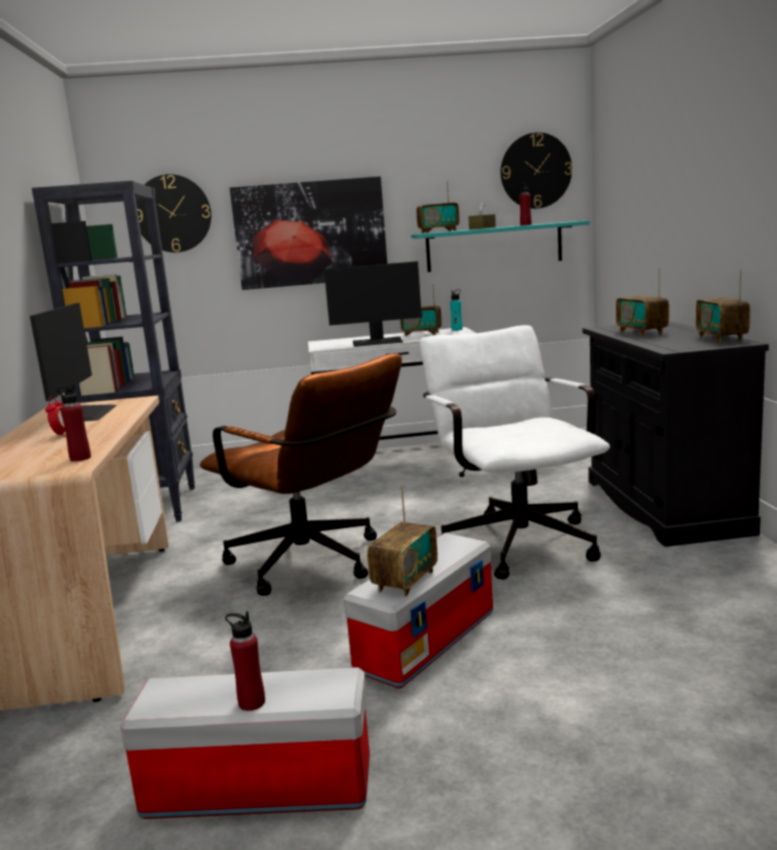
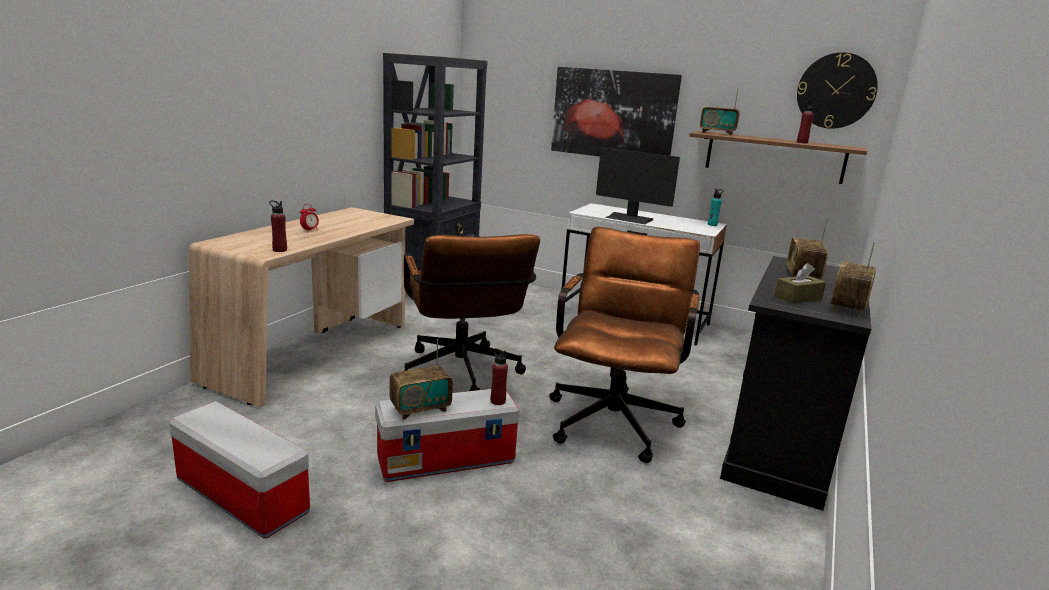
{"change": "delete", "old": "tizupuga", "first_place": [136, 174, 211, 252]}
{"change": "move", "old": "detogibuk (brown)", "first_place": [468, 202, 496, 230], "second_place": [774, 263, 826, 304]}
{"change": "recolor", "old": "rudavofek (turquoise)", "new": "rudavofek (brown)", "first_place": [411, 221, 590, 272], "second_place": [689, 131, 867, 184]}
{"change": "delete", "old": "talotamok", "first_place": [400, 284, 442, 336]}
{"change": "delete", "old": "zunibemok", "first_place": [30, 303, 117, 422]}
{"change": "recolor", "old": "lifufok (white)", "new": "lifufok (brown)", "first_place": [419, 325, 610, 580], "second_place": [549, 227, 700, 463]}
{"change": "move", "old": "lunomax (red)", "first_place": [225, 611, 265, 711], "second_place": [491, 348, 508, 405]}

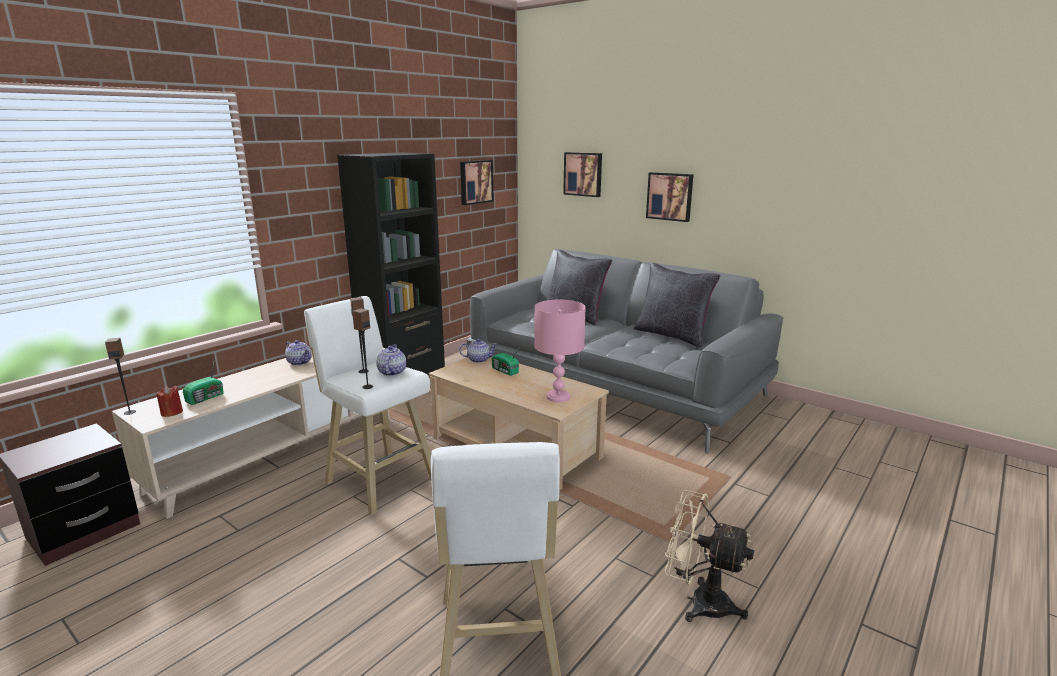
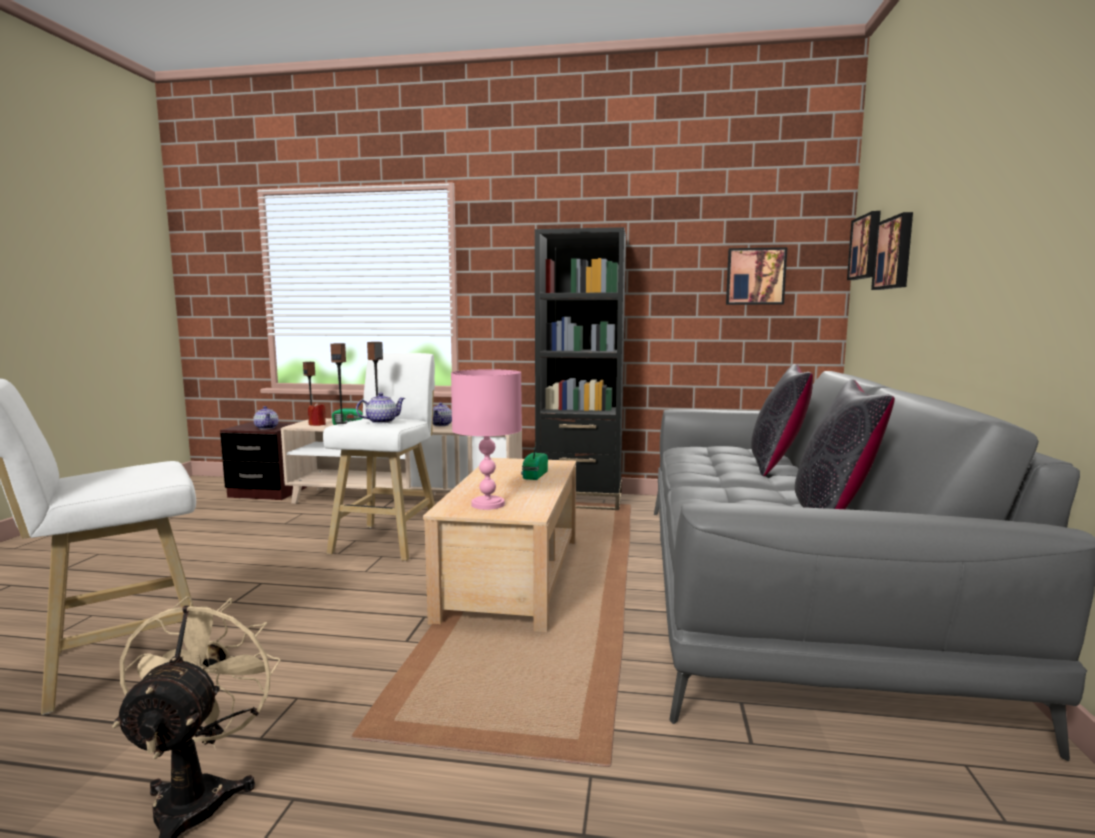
{"change": "move", "old": "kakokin", "first_place": [646, 172, 694, 222], "second_place": [847, 211, 881, 280]}
{"change": "move", "old": "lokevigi", "first_place": [459, 339, 498, 363], "second_place": [253, 406, 279, 429]}

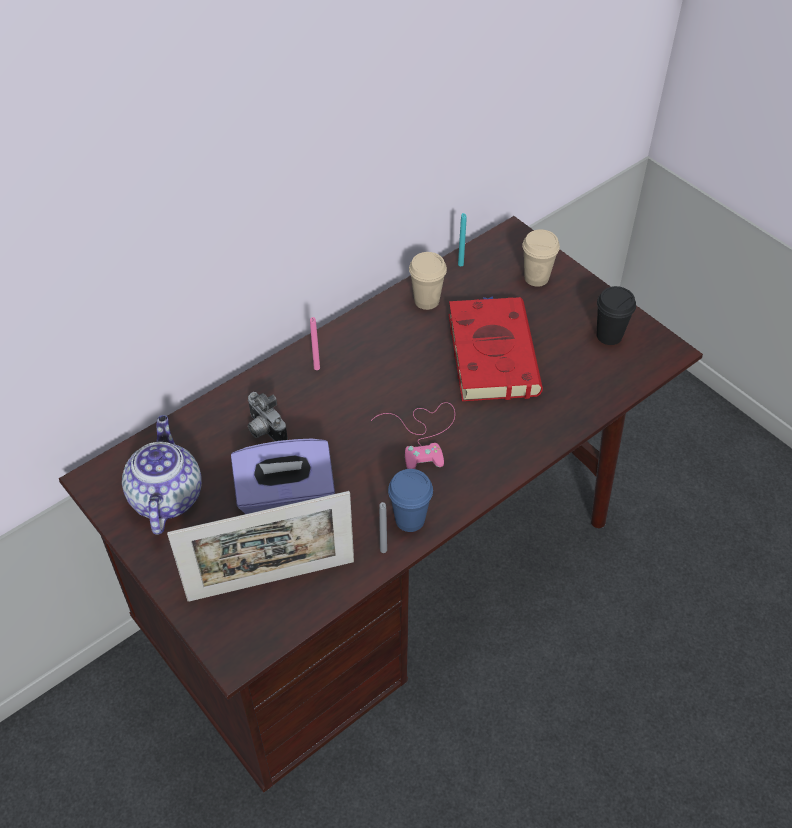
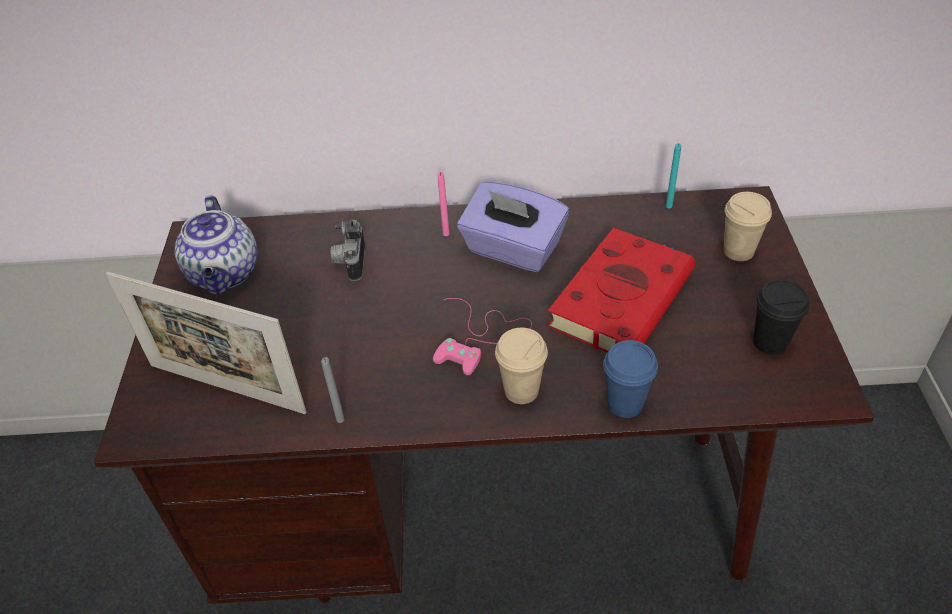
{"change": "move", "old": "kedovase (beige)", "first_place": [409, 252, 447, 310], "second_place": [495, 328, 548, 404]}
{"change": "rotate", "old": "lokevigi", "first_place": [122, 415, 202, 535], "second_place": [175, 195, 258, 294], "degrees": 135}
{"change": "move", "old": "detogibuk (purple)", "first_place": [231, 439, 335, 514], "second_place": [457, 182, 569, 272]}
{"change": "move", "old": "kedovase (blue)", "first_place": [388, 469, 433, 532], "second_place": [603, 340, 658, 418]}

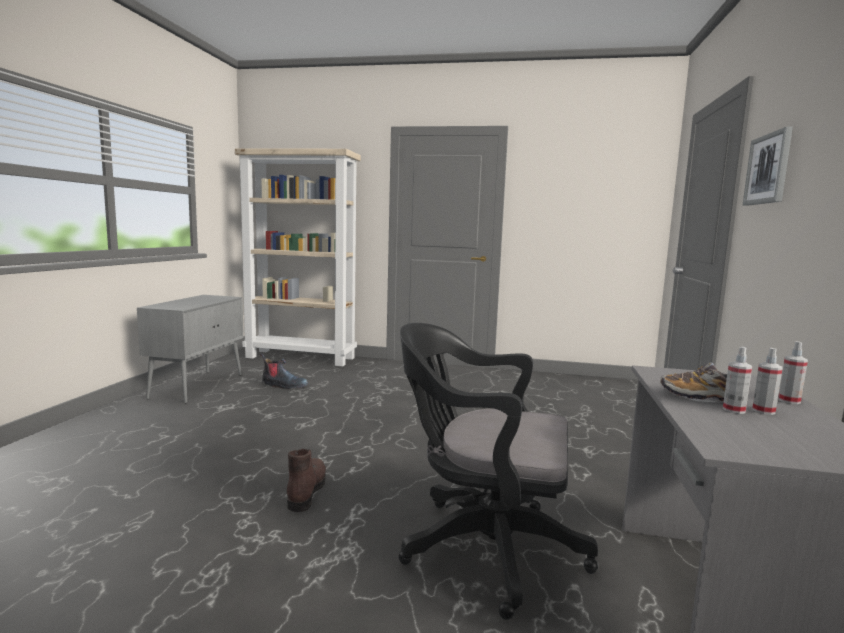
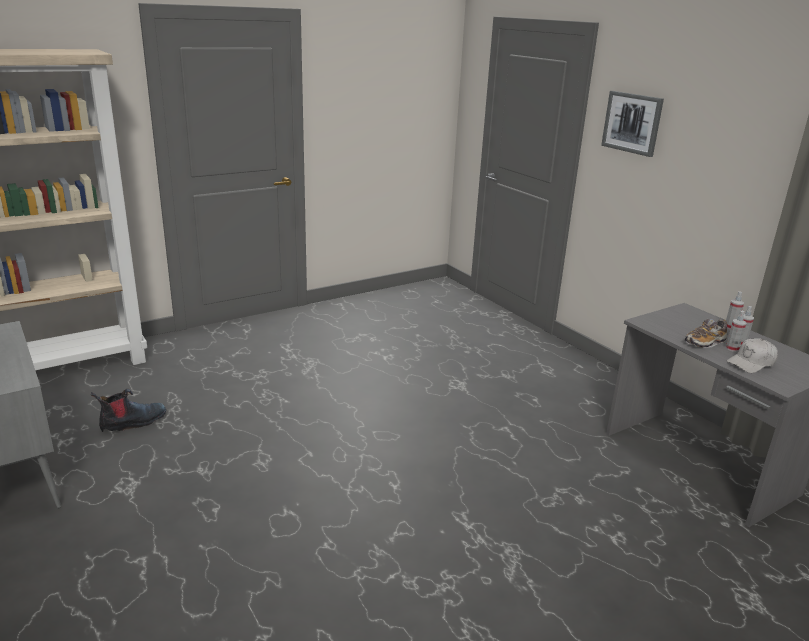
{"change": "delete", "old": "lifufok (black)", "first_place": [399, 323, 598, 620]}
{"change": "delete", "old": "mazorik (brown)", "first_place": [287, 449, 326, 512]}
{"change": "insert", "new": "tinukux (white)", "second_place": [726, 338, 778, 373]}

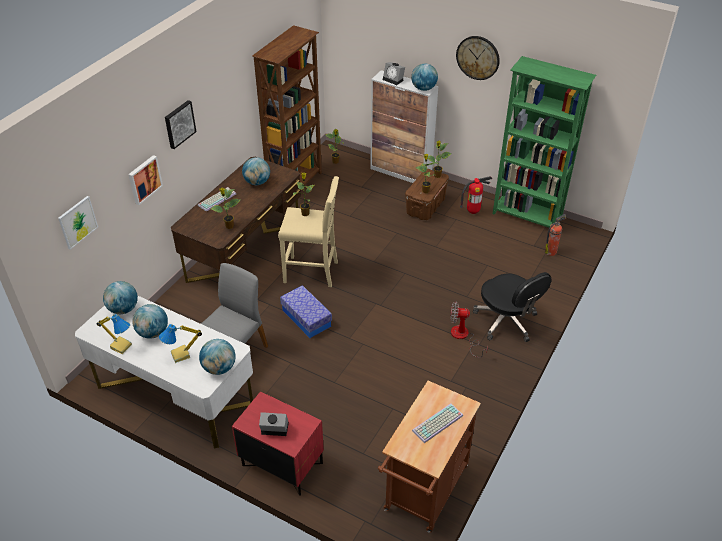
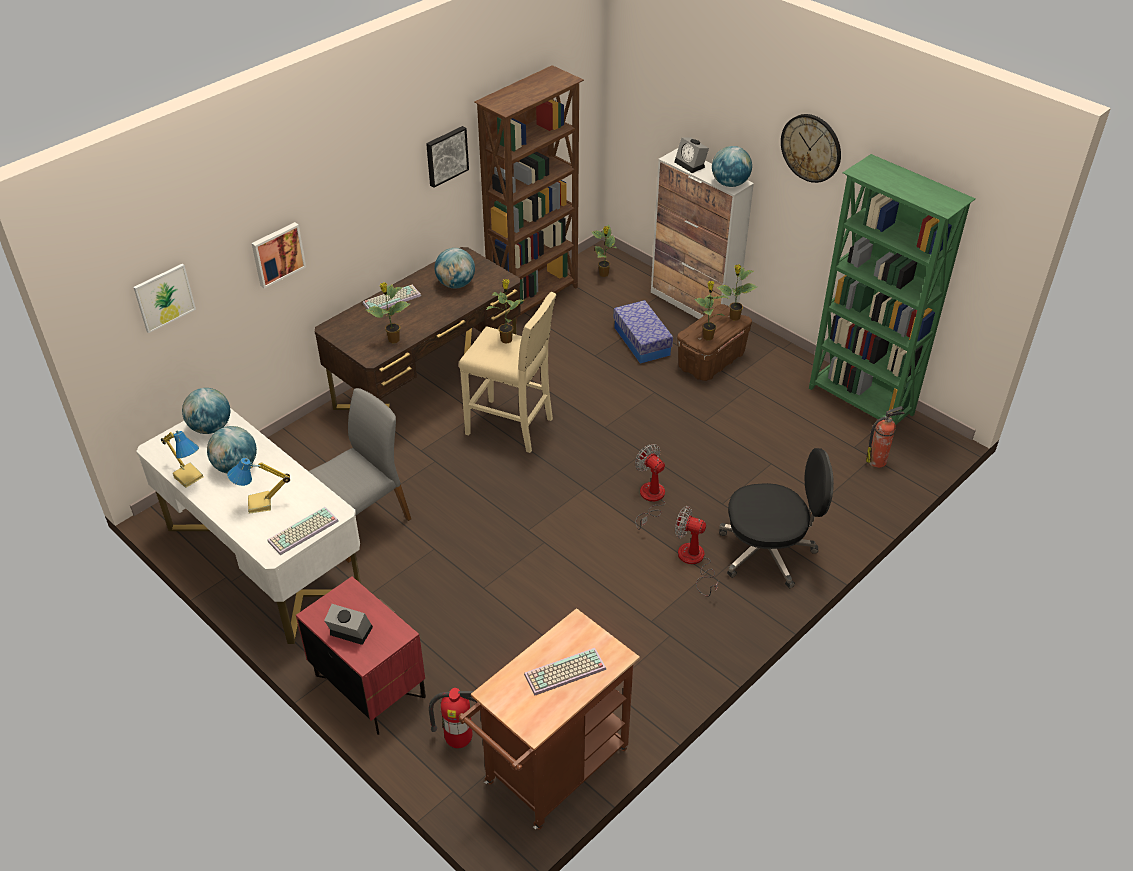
{"change": "move", "old": "kakokin", "first_place": [165, 100, 196, 149], "second_place": [426, 126, 469, 188]}
{"change": "move", "old": "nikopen", "first_place": [460, 176, 492, 214], "second_place": [429, 688, 477, 748]}
{"change": "rotate", "old": "lifufok (black)", "first_place": [473, 272, 551, 342], "second_place": [719, 448, 834, 588], "degrees": -75}
{"change": "move", "old": "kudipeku", "first_place": [280, 285, 332, 338], "second_place": [614, 300, 673, 364]}
{"change": "replace", "old": "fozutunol", "new": "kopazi", "first_place": [199, 339, 236, 375], "second_place": [267, 507, 339, 555]}
{"change": "insert", "new": "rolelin", "second_place": [635, 444, 665, 530]}

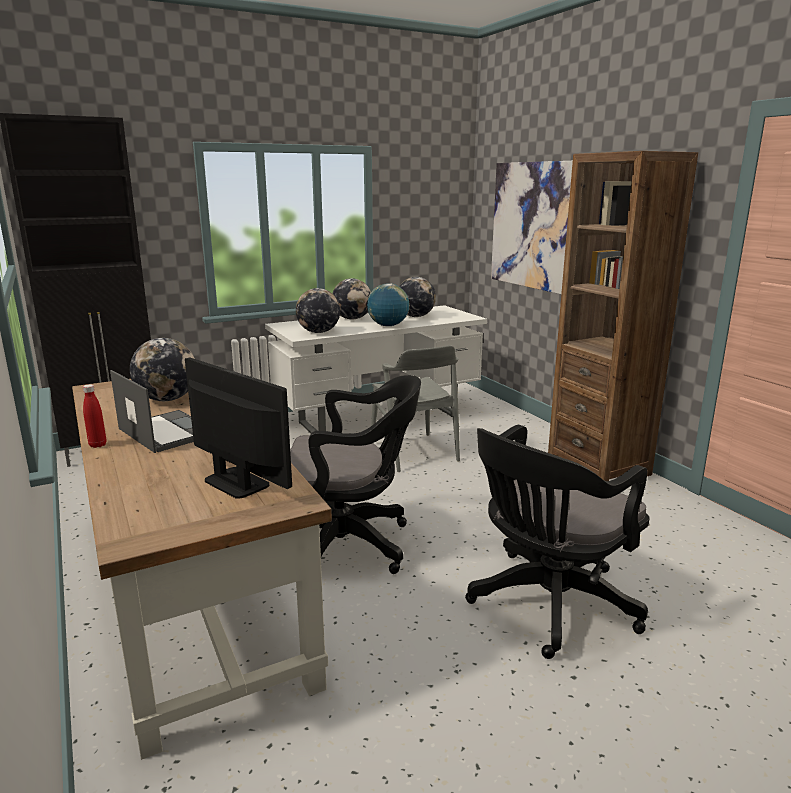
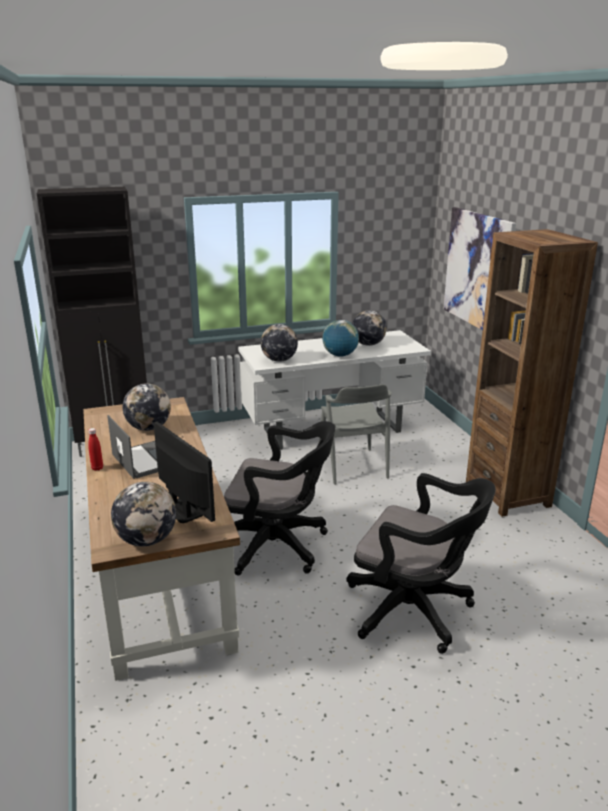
{"change": "move", "old": "fozutunol", "first_place": [332, 278, 371, 319], "second_place": [111, 482, 176, 546]}
{"change": "rotate", "old": "lifufok (black)", "first_place": [465, 425, 650, 659], "second_place": [346, 473, 496, 654], "degrees": -120}

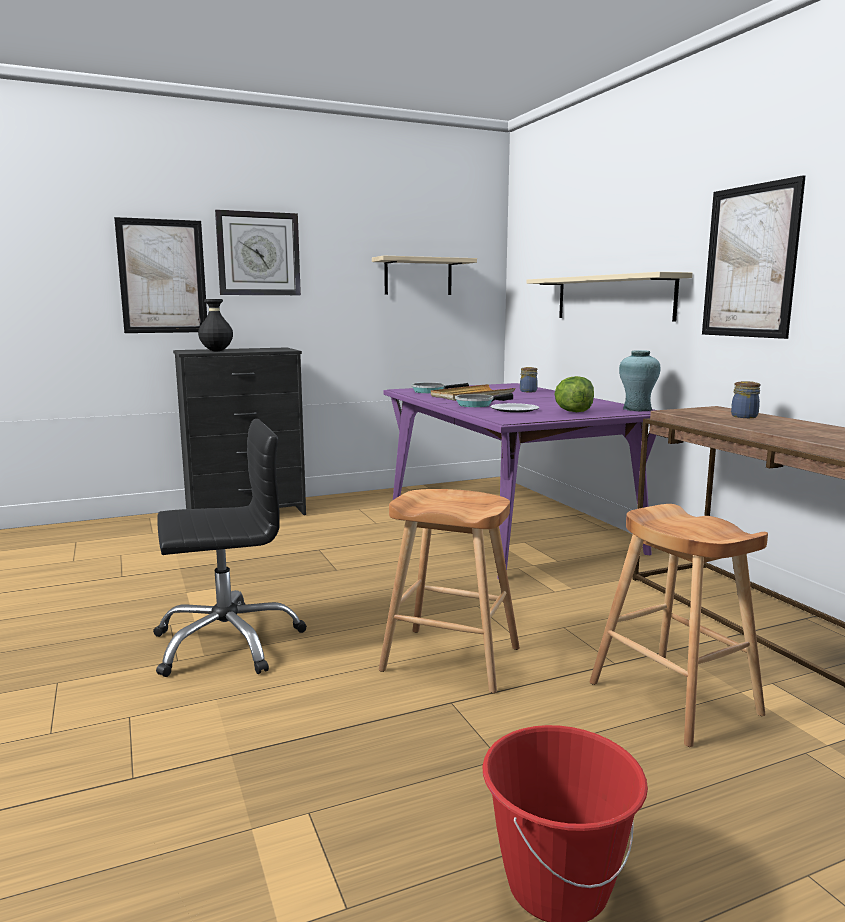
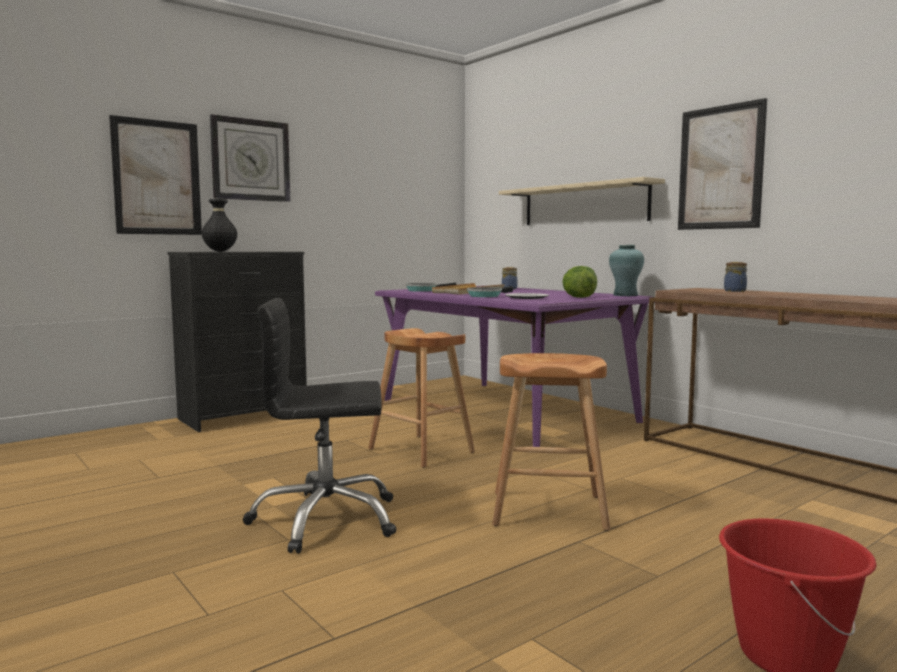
{"change": "delete", "old": "rudavofek", "first_place": [372, 256, 477, 295]}
{"change": "rotate", "old": "lifufok (black)", "first_place": [153, 419, 307, 677], "second_place": [243, 298, 396, 554], "degrees": -150}
{"change": "move", "old": "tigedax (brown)", "first_place": [590, 504, 768, 747], "second_place": [369, 328, 475, 468]}

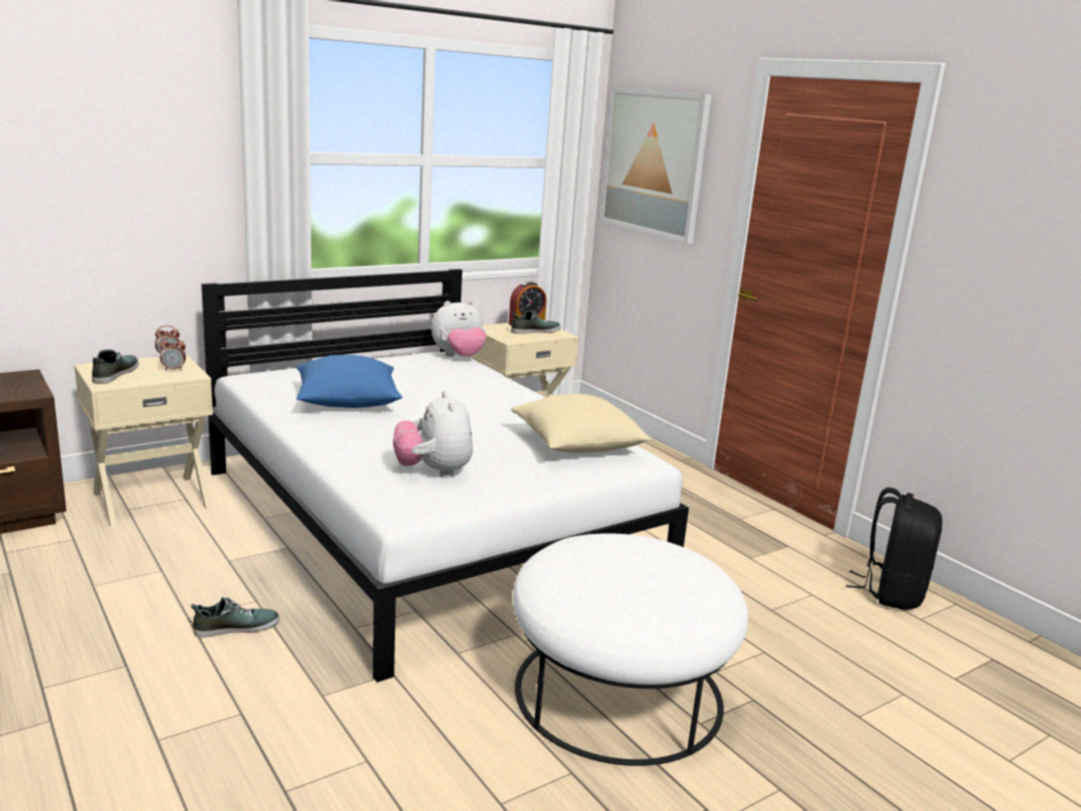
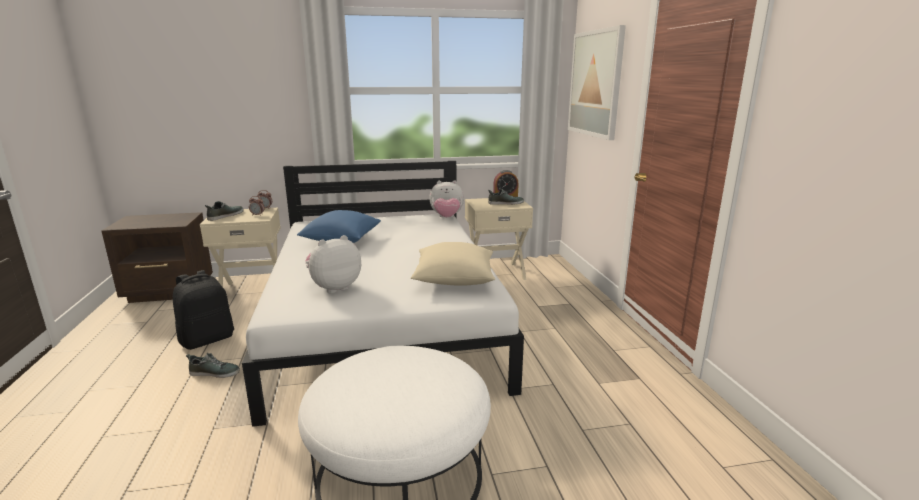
{"change": "rotate", "old": "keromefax", "first_place": [393, 391, 473, 477], "second_place": [305, 235, 361, 294], "degrees": 45}
{"change": "move", "old": "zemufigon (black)", "first_place": [846, 487, 942, 610], "second_place": [173, 270, 234, 350]}

